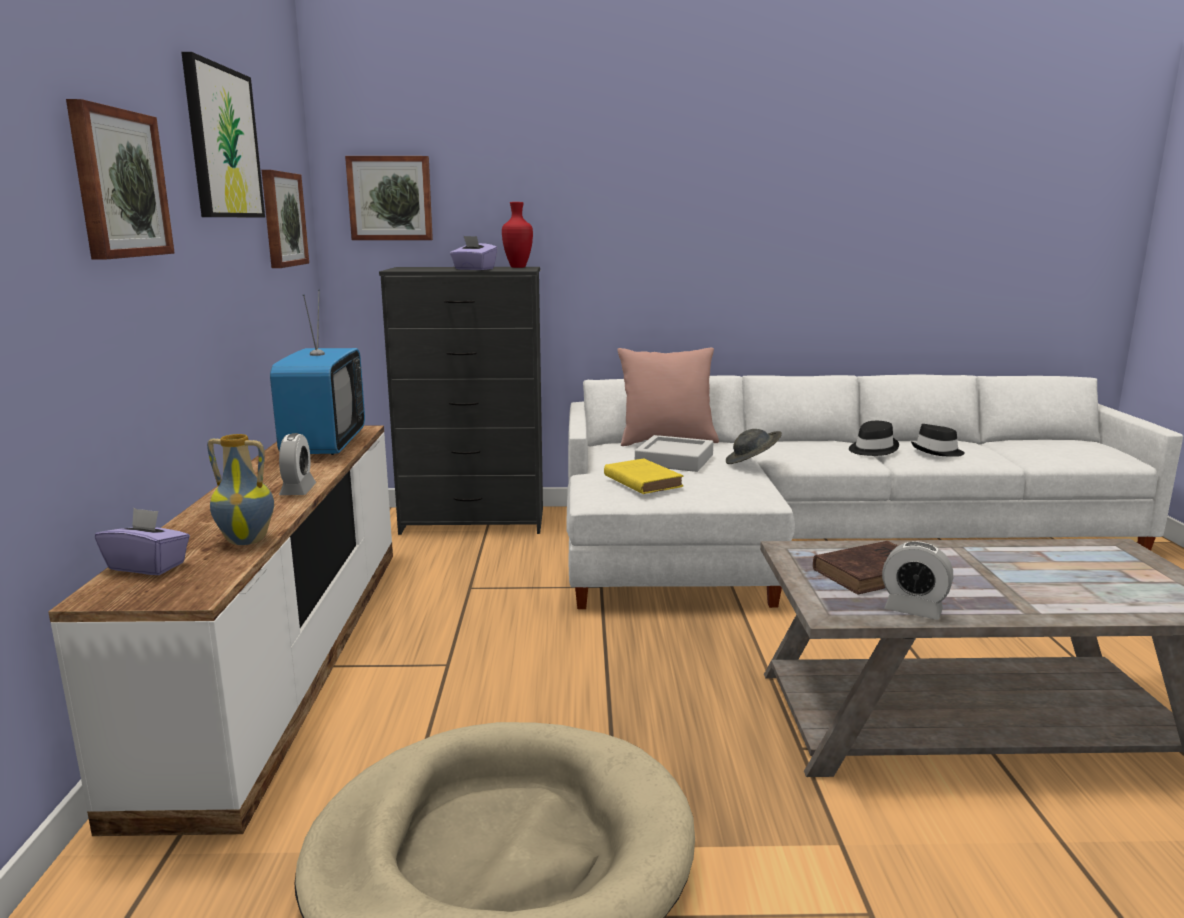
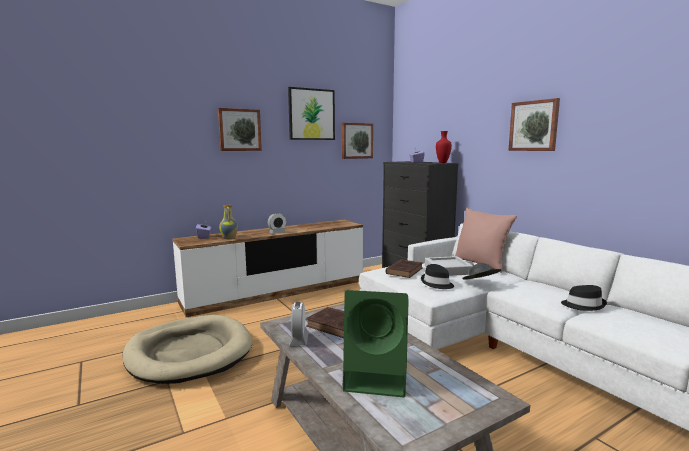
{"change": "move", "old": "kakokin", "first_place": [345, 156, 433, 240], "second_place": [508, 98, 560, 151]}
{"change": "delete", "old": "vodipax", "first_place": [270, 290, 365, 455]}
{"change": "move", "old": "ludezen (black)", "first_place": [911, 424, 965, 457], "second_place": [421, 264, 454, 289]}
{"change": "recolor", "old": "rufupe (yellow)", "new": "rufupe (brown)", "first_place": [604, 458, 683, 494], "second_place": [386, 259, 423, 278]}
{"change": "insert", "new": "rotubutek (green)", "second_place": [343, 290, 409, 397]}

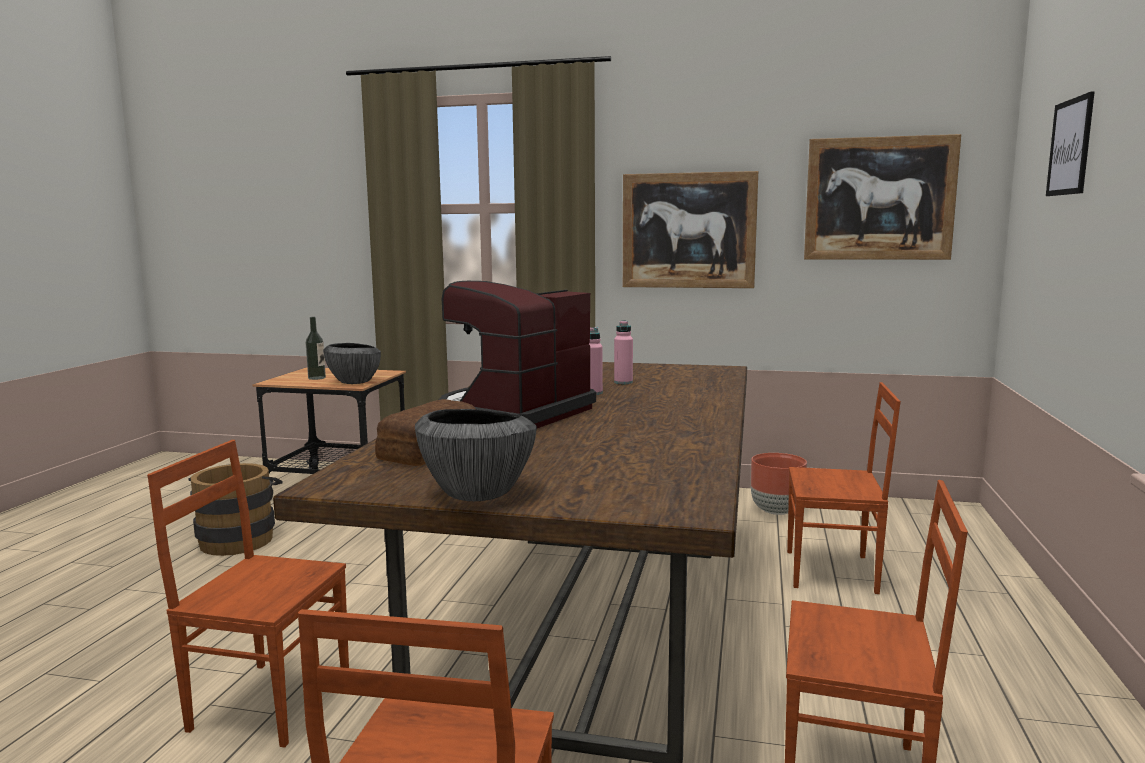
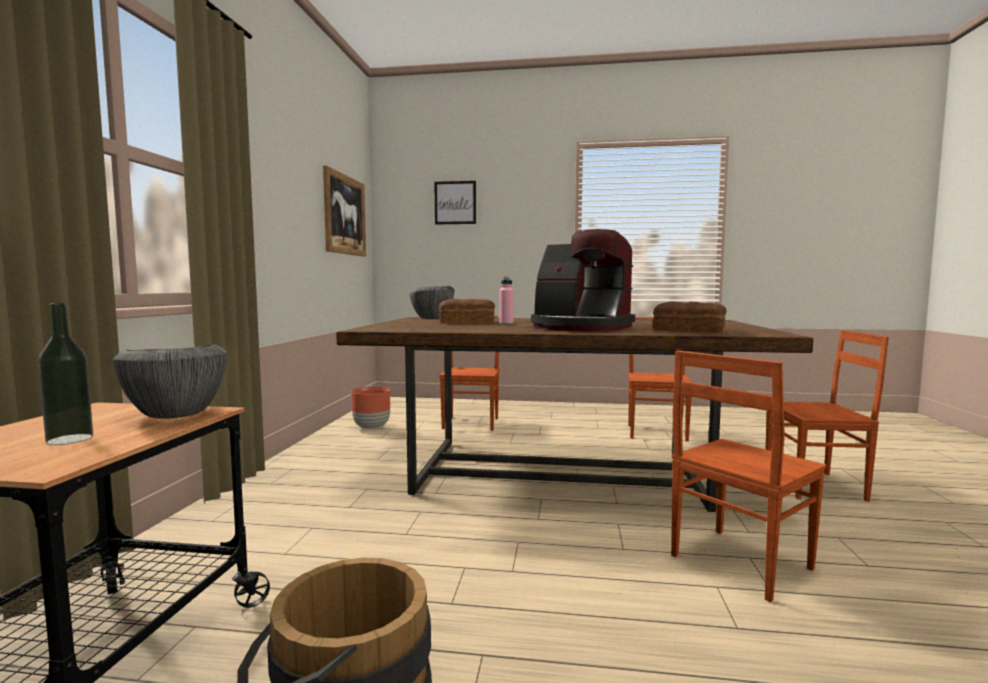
{"change": "delete", "old": "kakokin", "first_place": [623, 171, 758, 288]}
{"change": "replace", "old": "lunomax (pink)", "new": "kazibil", "first_place": [614, 320, 633, 384], "second_place": [439, 299, 495, 323]}
{"change": "move", "old": "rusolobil", "first_place": [415, 409, 537, 501], "second_place": [410, 286, 455, 319]}
{"change": "rotate", "old": "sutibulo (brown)", "first_place": [147, 440, 349, 747], "second_place": [671, 350, 826, 602], "degrees": 45}

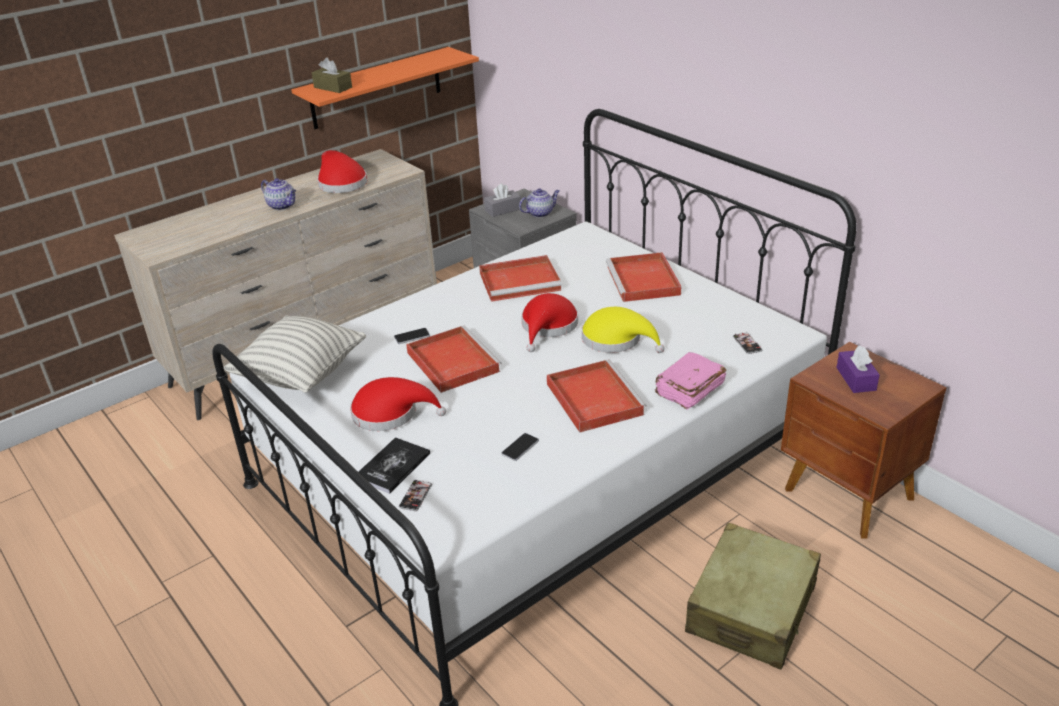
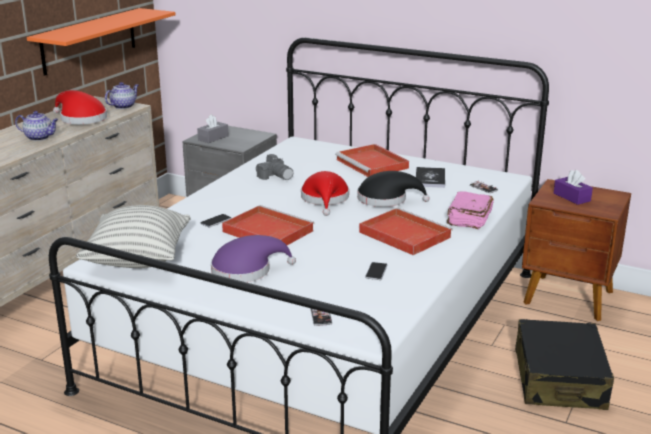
{"change": "delete", "old": "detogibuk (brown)", "first_place": [312, 58, 352, 93]}
{"change": "move", "old": "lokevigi", "first_place": [519, 188, 560, 218], "second_place": [105, 82, 138, 109]}
{"change": "replace", "old": "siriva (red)", "new": "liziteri", "first_place": [479, 255, 562, 302], "second_place": [256, 154, 293, 180]}
{"change": "recolor", "old": "ludezen (yellow)", "new": "ludezen (black)", "first_place": [582, 307, 664, 353], "second_place": [357, 171, 430, 207]}
{"change": "recolor", "old": "ludezen (red)", "new": "ludezen (purple)", "first_place": [350, 377, 446, 431], "second_place": [211, 235, 296, 282]}
{"change": "move", "old": "rufupe", "first_place": [358, 437, 430, 494], "second_place": [416, 167, 445, 188]}
{"change": "recolor", "old": "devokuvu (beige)", "new": "devokuvu (black)", "first_place": [685, 523, 821, 670], "second_place": [515, 319, 614, 410]}

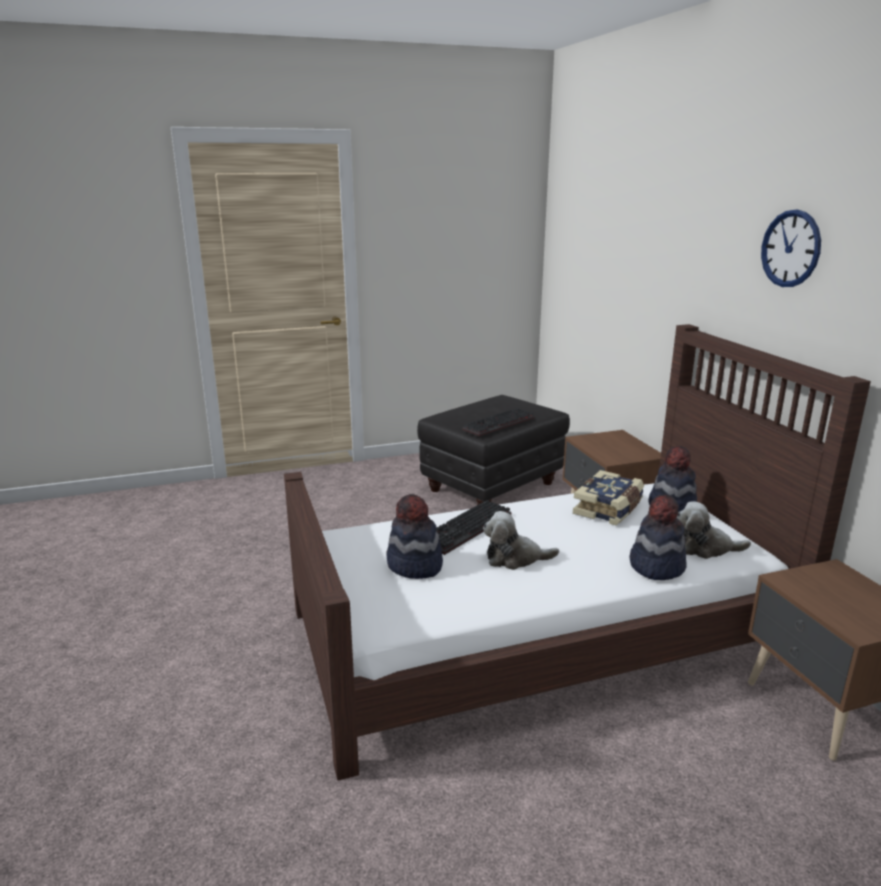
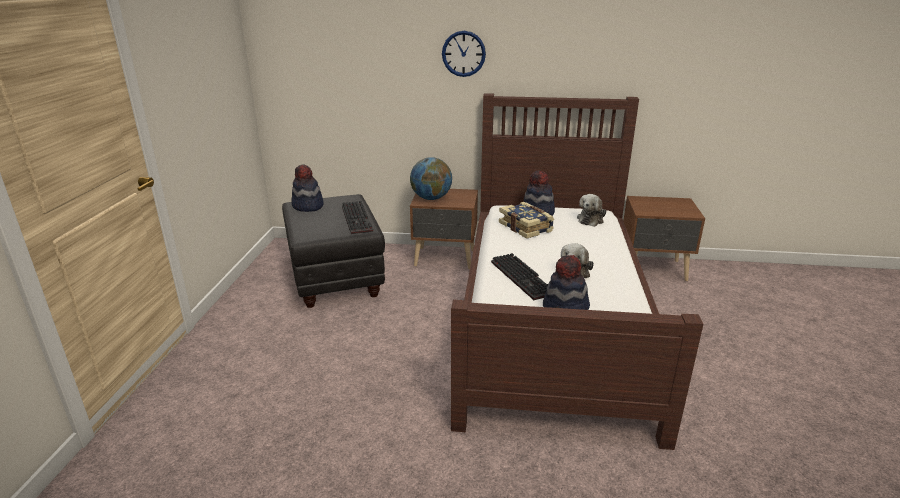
{"change": "move", "old": "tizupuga", "first_place": [761, 210, 821, 287], "second_place": [442, 31, 486, 77]}
{"change": "move", "old": "ludezen", "first_place": [629, 495, 687, 580], "second_place": [291, 164, 324, 212]}
{"change": "insert", "new": "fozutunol", "second_place": [410, 157, 452, 200]}

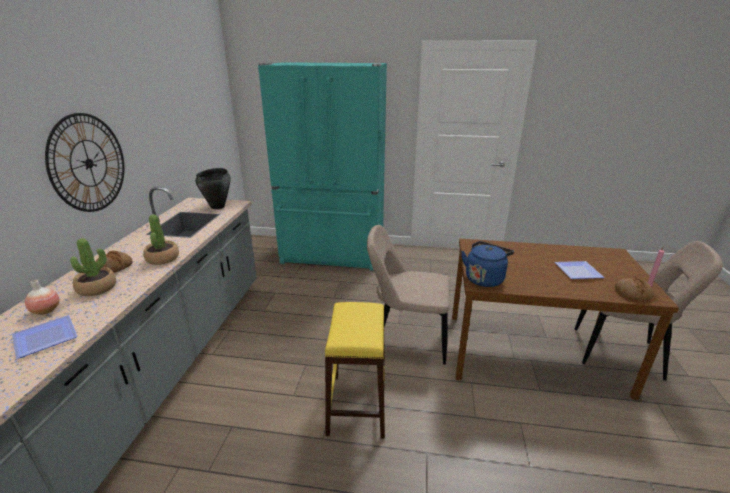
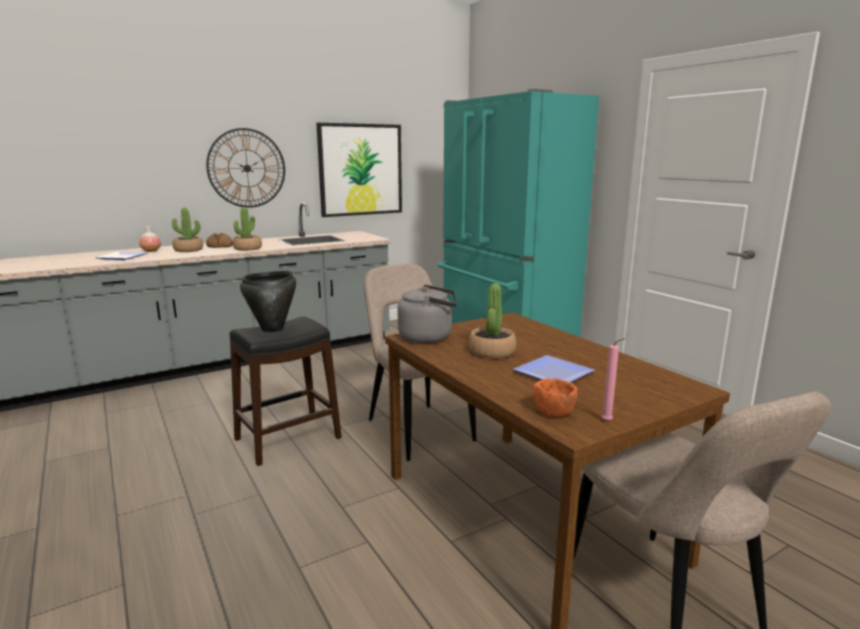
{"change": "move", "old": "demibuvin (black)", "first_place": [195, 168, 231, 209], "second_place": [240, 271, 296, 332]}
{"change": "recolor", "old": "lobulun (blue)", "new": "lobulun (grey)", "first_place": [461, 241, 514, 287], "second_place": [398, 284, 457, 343]}
{"change": "replace", "old": "kazibil", "new": "rusolobil (orange)", "first_place": [615, 277, 654, 300], "second_place": [533, 378, 578, 417]}
{"change": "recolor", "old": "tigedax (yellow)", "new": "tigedax (black)", "first_place": [325, 302, 385, 439], "second_place": [229, 317, 342, 466]}
{"change": "insert", "new": "kakokin", "second_place": [316, 123, 402, 217]}
{"change": "insert", "new": "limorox", "second_place": [469, 283, 516, 359]}

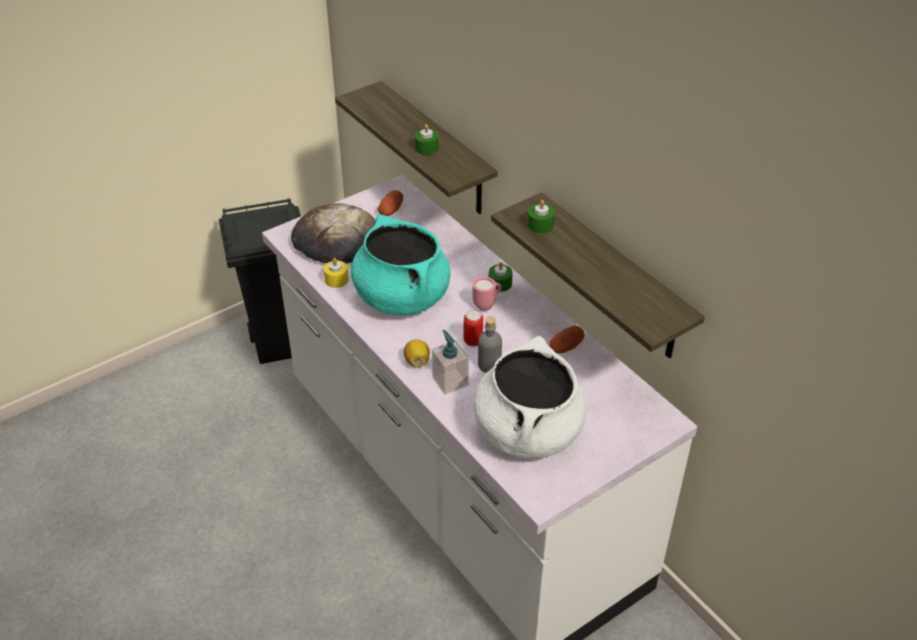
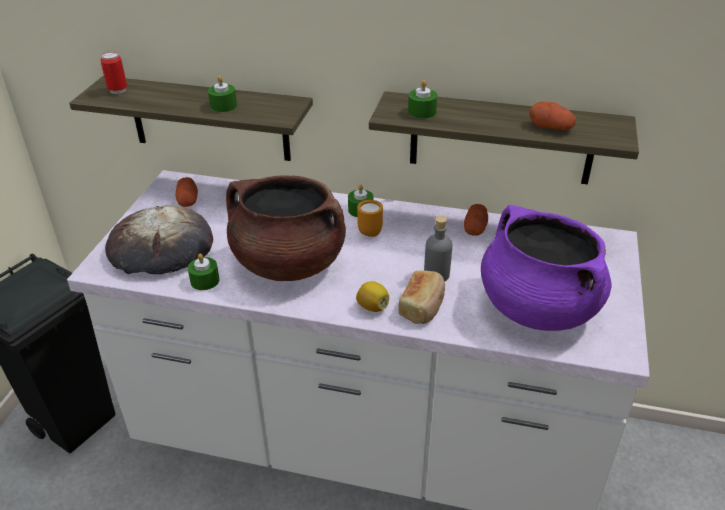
{"change": "recolor", "old": "demibuvin (turquoise)", "new": "demibuvin (brown)", "first_place": [351, 215, 451, 315], "second_place": [226, 175, 346, 281]}
{"change": "recolor", "old": "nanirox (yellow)", "new": "nanirox (green)", "first_place": [324, 258, 349, 288], "second_place": [188, 253, 220, 290]}
{"change": "recolor", "old": "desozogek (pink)", "new": "desozogek (orange)", "first_place": [473, 277, 502, 311], "second_place": [357, 200, 383, 237]}
{"change": "move", "old": "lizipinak", "first_place": [464, 310, 483, 347], "second_place": [100, 52, 127, 94]}
{"change": "replace", "old": "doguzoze", "new": "kazibil", "first_place": [432, 330, 469, 395], "second_place": [398, 271, 445, 324]}
{"change": "recolor", "old": "demibuvin (white)", "new": "demibuvin (purple)", "first_place": [474, 336, 586, 459], "second_place": [481, 205, 611, 331]}
{"change": "insert", "new": "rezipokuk", "second_place": [529, 101, 576, 130]}

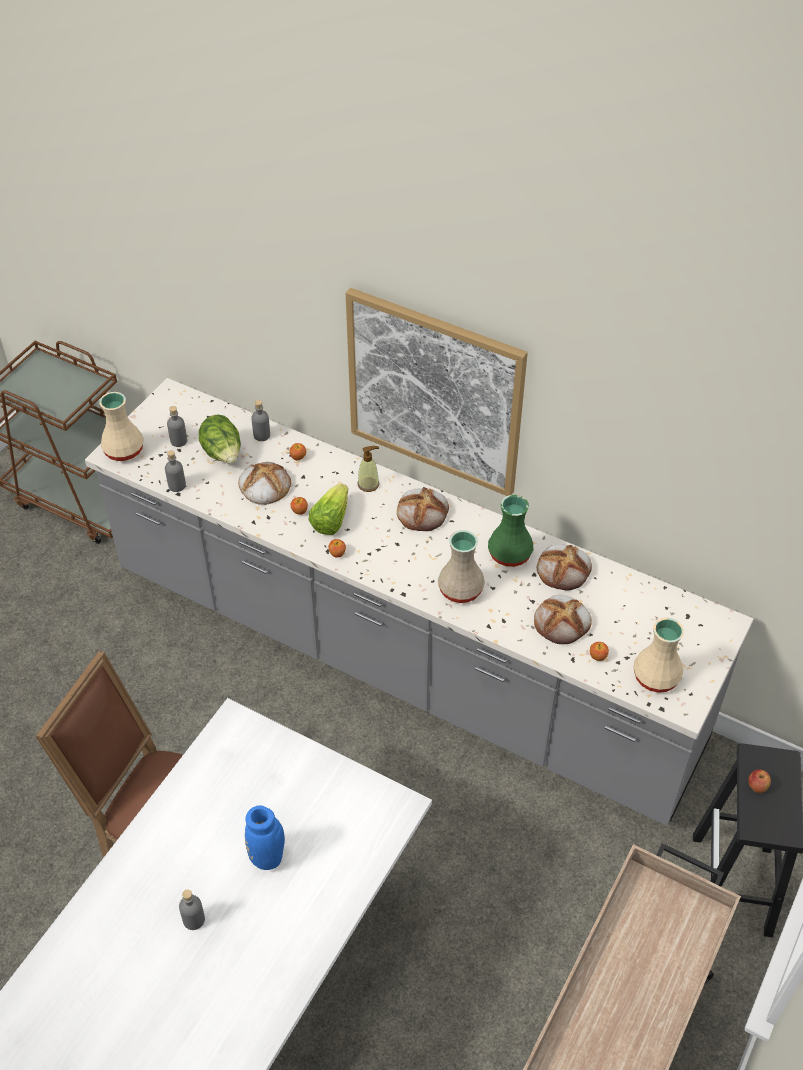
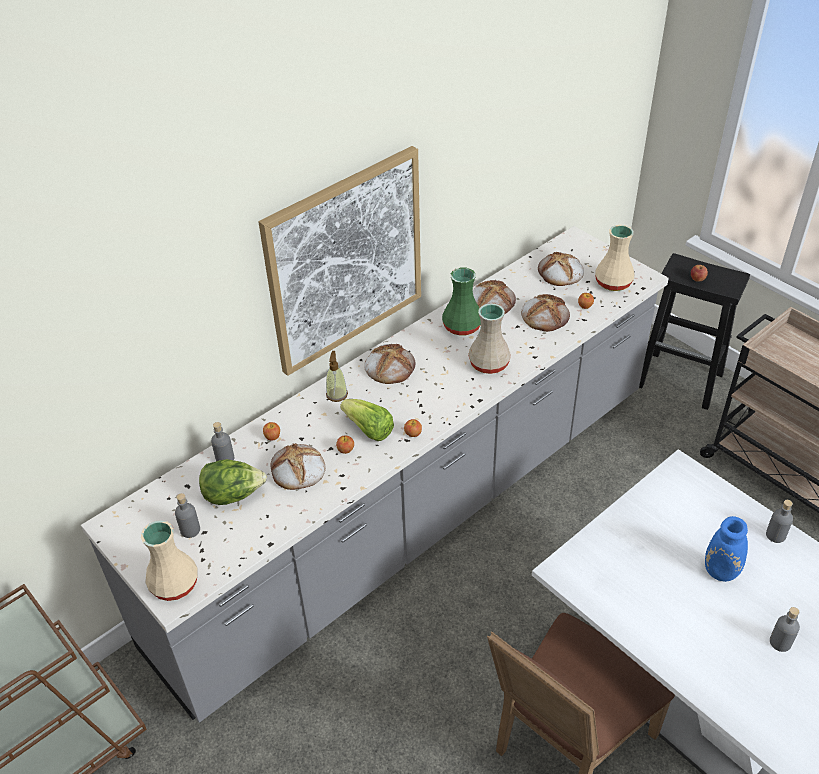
{"change": "move", "old": "lunomax (grey)", "first_place": [165, 450, 186, 492], "second_place": [766, 500, 793, 543]}
{"change": "insert", "new": "kazibil", "second_place": [538, 252, 584, 286]}

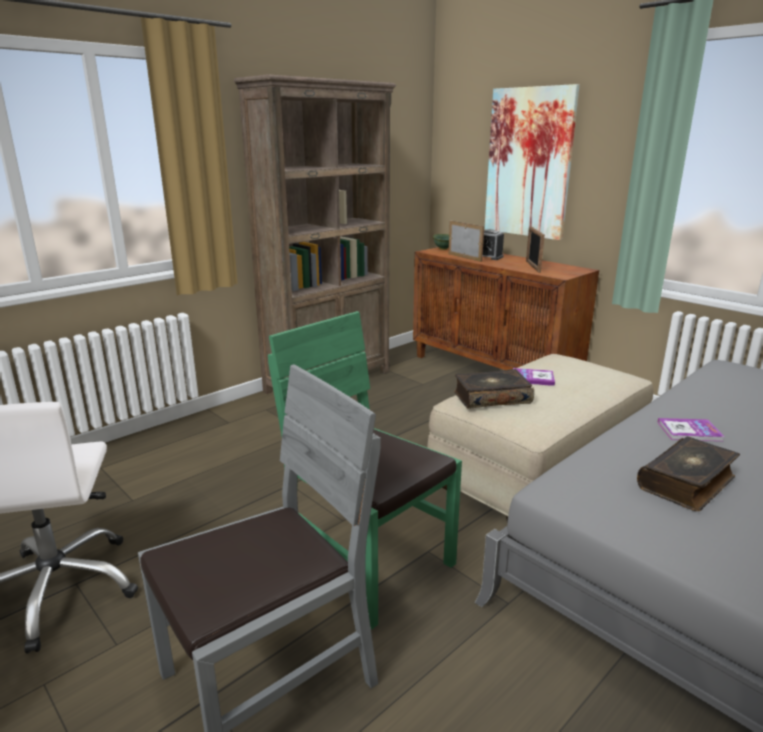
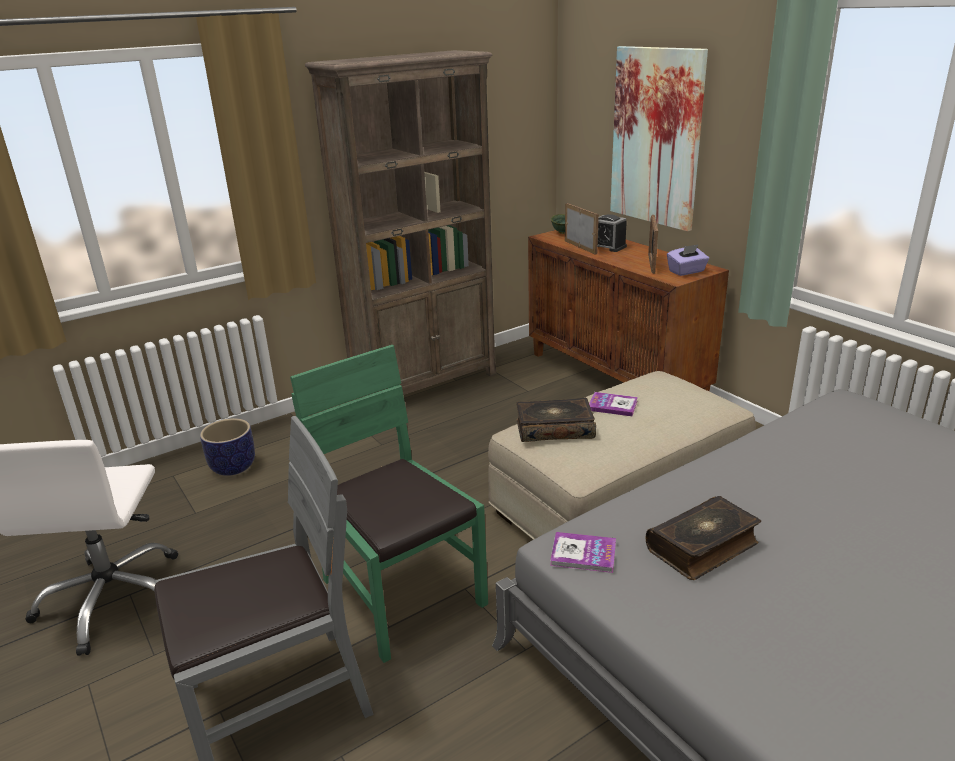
{"change": "move", "old": "rufupe", "first_place": [657, 418, 725, 441], "second_place": [550, 532, 616, 573]}
{"change": "insert", "new": "detogibuk (purple)", "second_place": [667, 244, 709, 276]}
{"change": "insert", "new": "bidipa", "second_place": [200, 418, 255, 476]}

